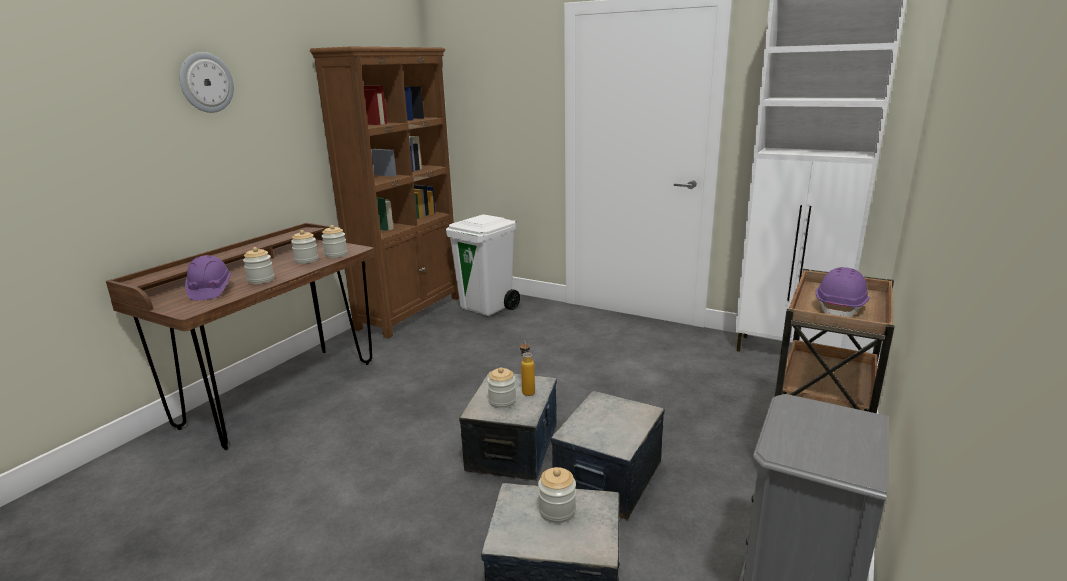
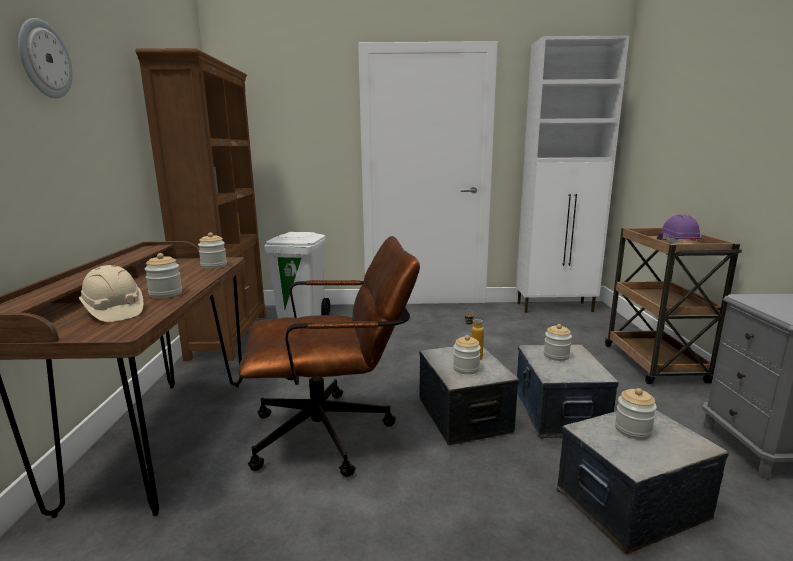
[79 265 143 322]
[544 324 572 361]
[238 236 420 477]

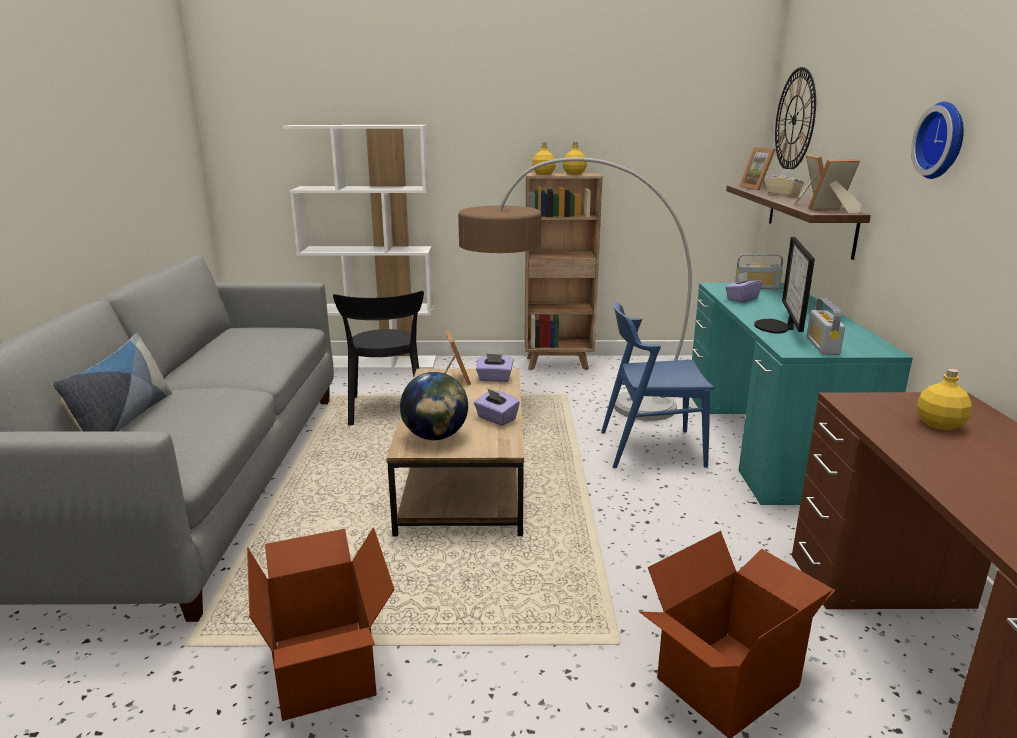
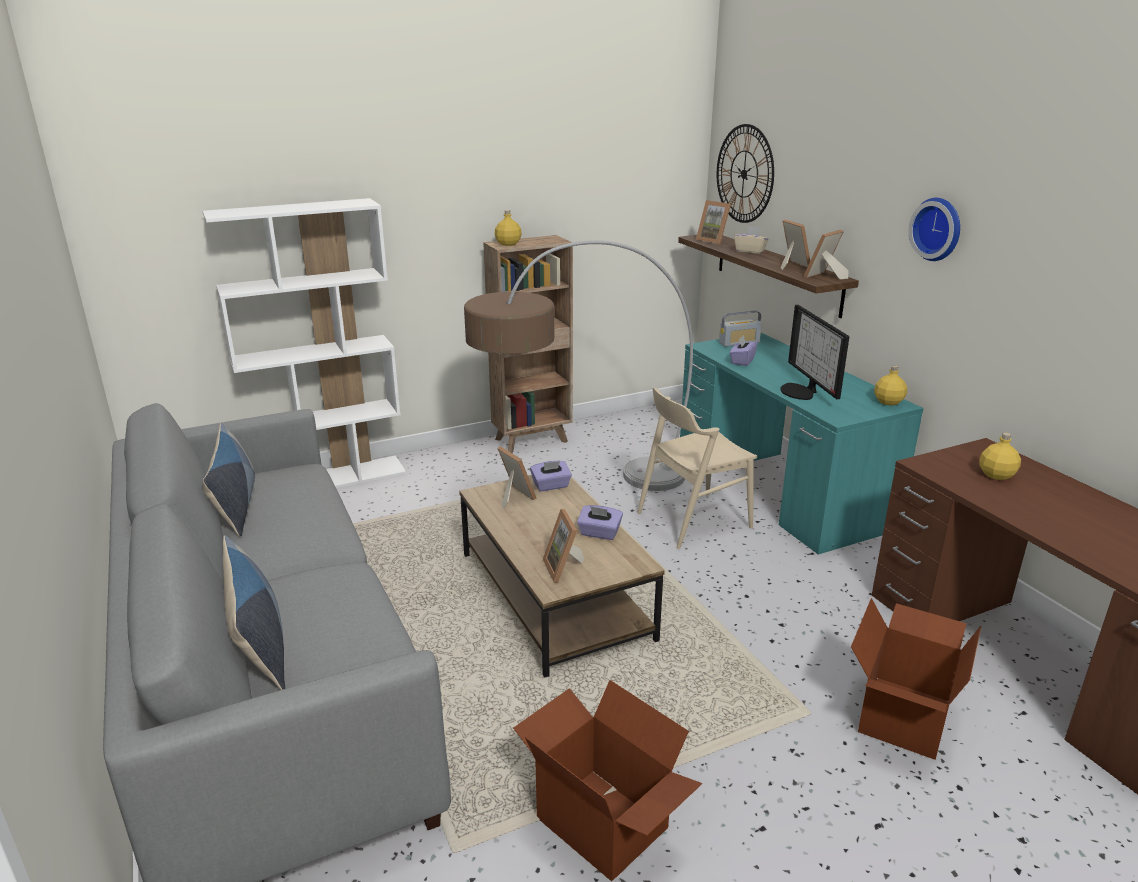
[333 291 424 426] (first image)
[543 509 584 583]
[874 365 907 406]
[637 388 757 549]
[806 298 845 355] (first image)
[203 423 255 537]

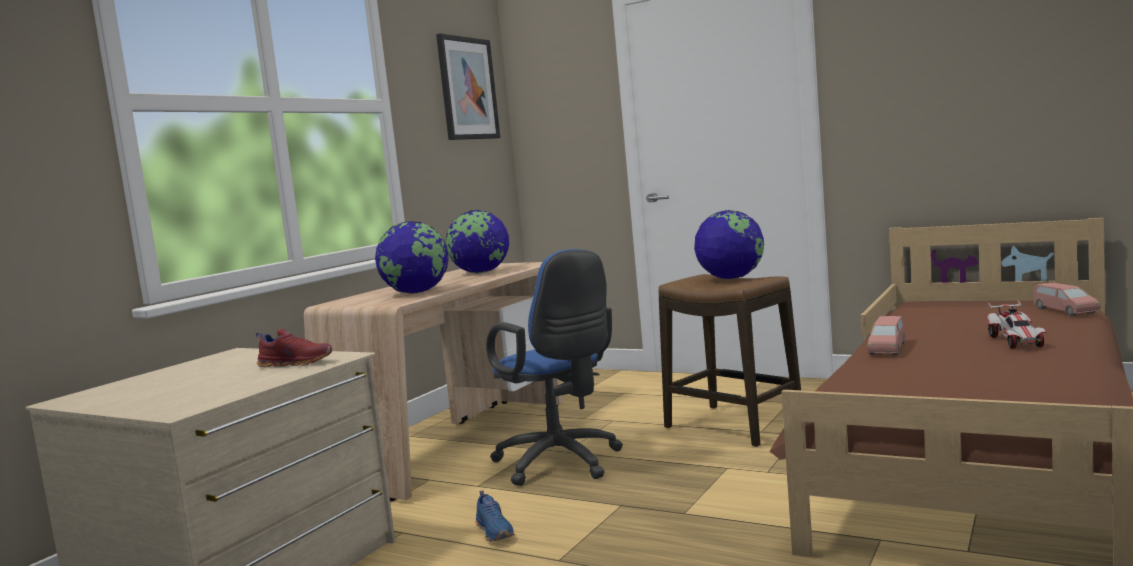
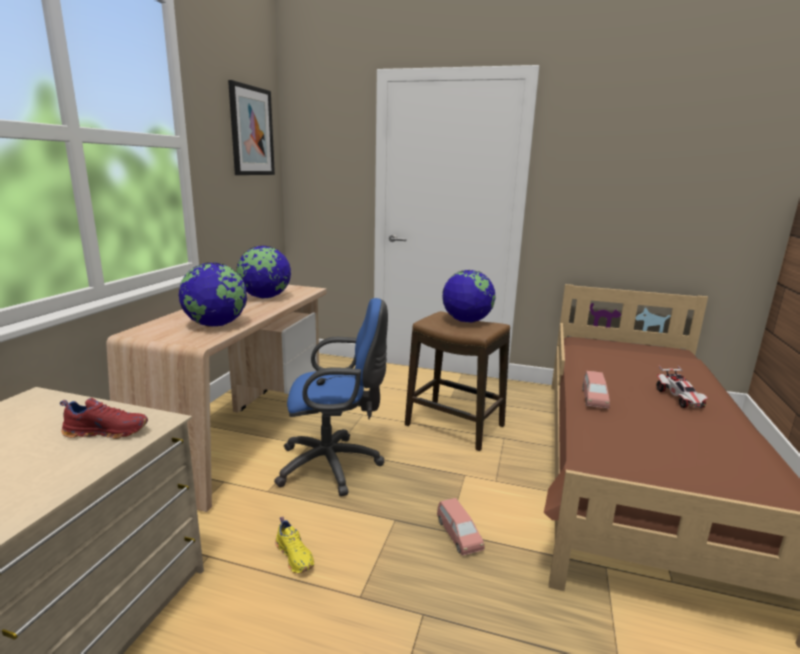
[275 517 314 574]
[274 298 388 496]
[437 498 485 556]

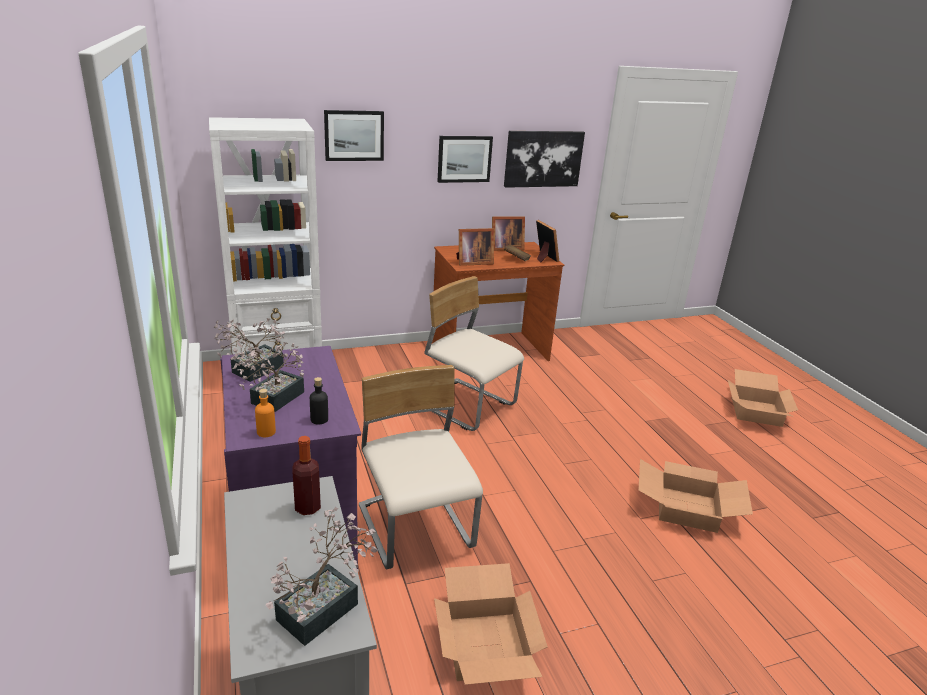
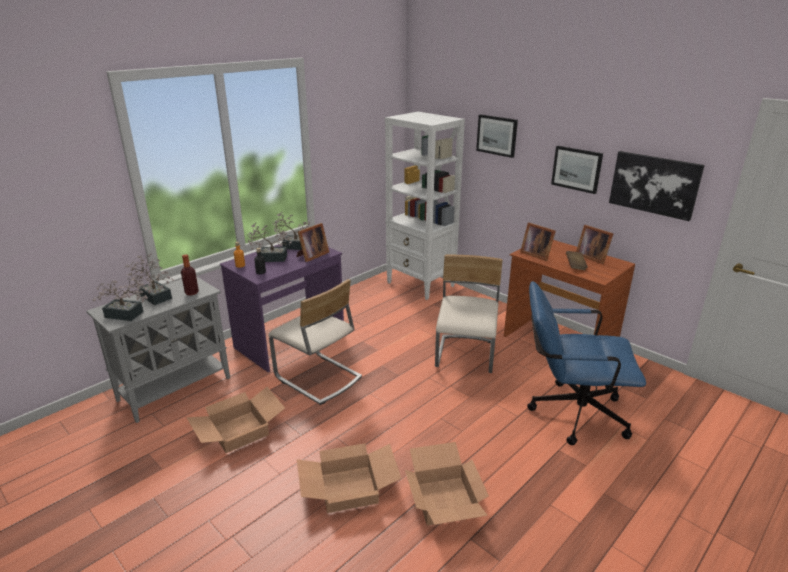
[268 279 362 405]
[297 223 329 262]
[297 443 402 513]
[124 253 174 305]
[527 281 646 445]

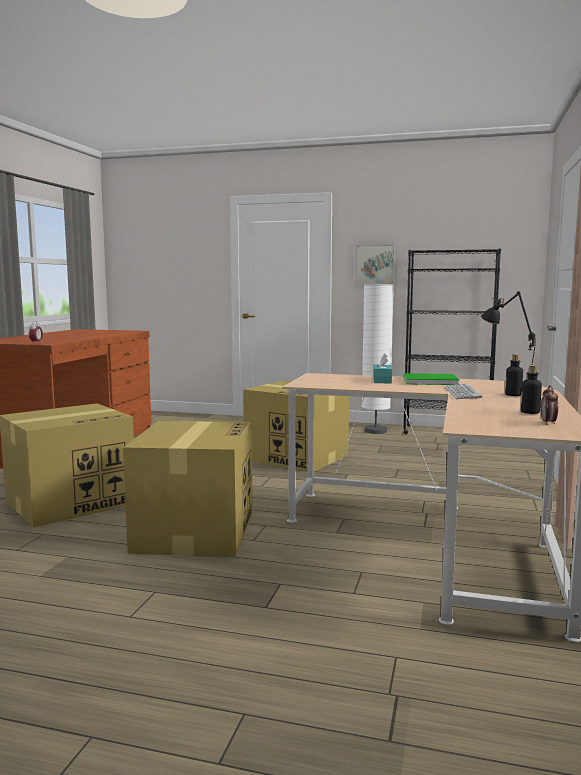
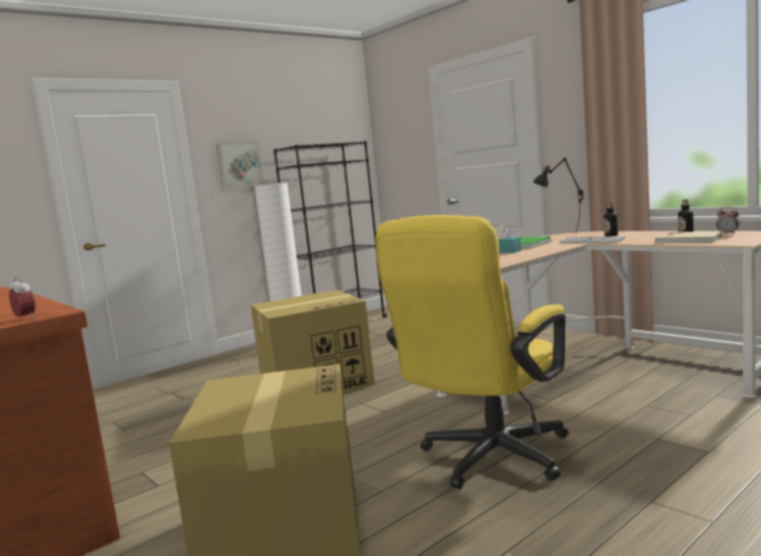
[375 215 569 489]
[655 231 723 243]

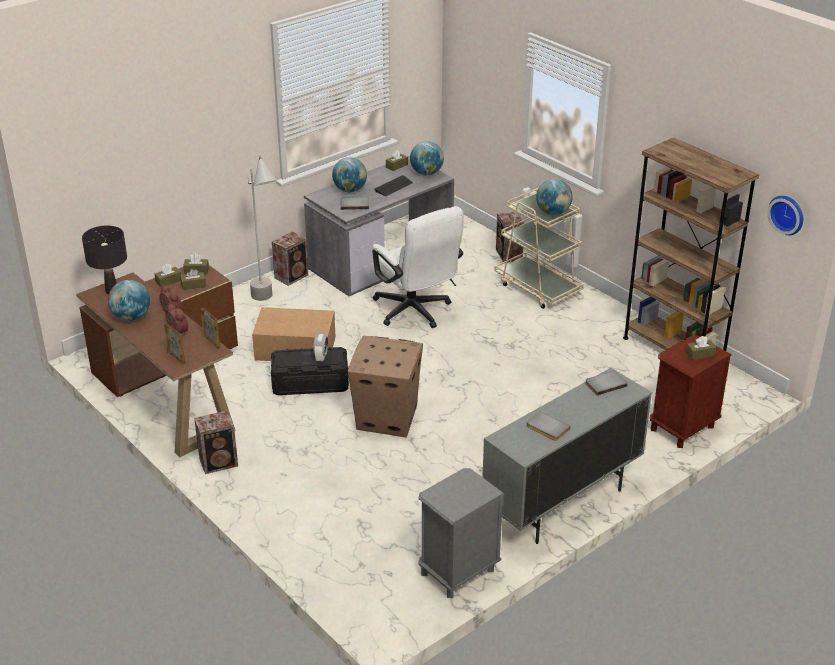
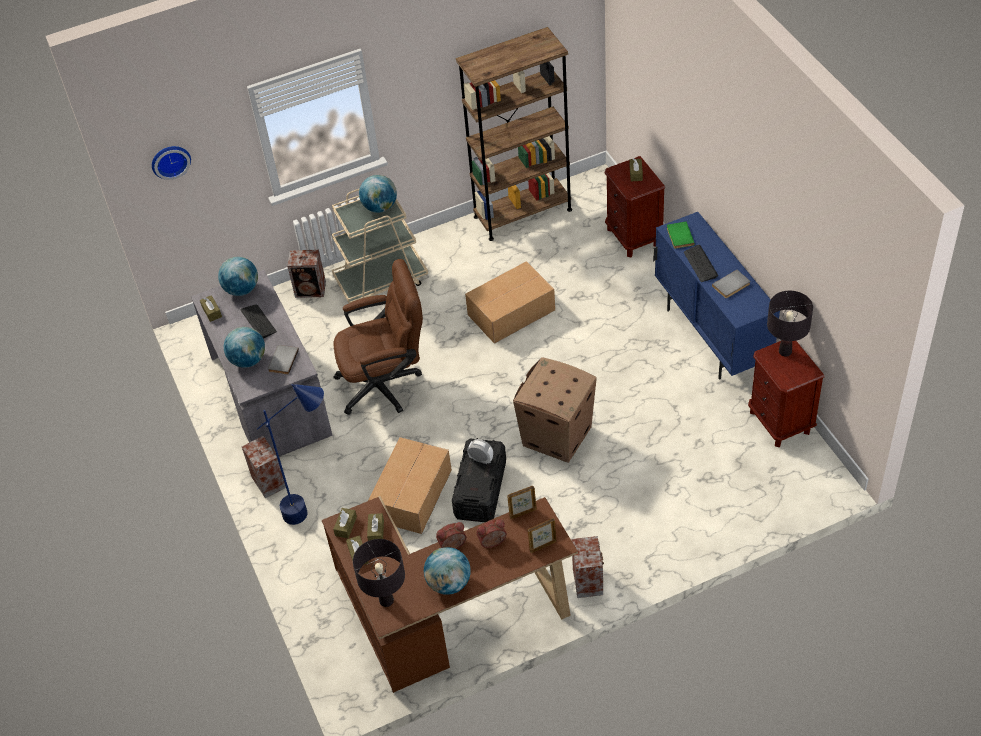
[257 384 324 525]
[333 259 423 415]
[748 341 825 447]
[653 212 780 379]
[667 221 695 249]
[152 146 191 180]
[465 261 555 344]
[684 245 718 282]
[767 291 813 357]

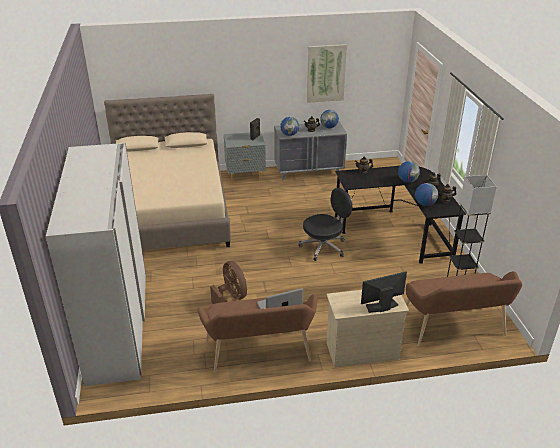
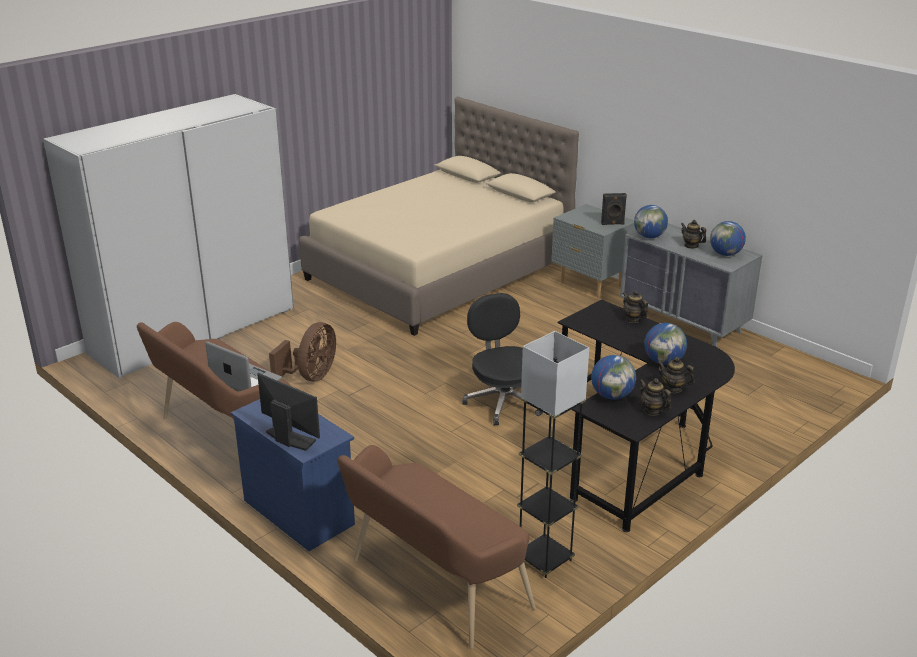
[462 293 543 425]
[307 44 347 103] (first image)
[231 399 355 551]

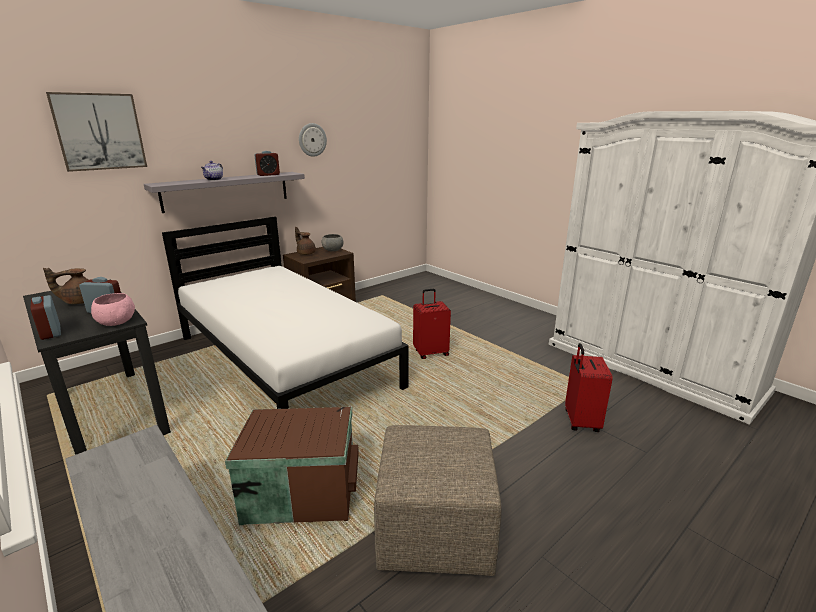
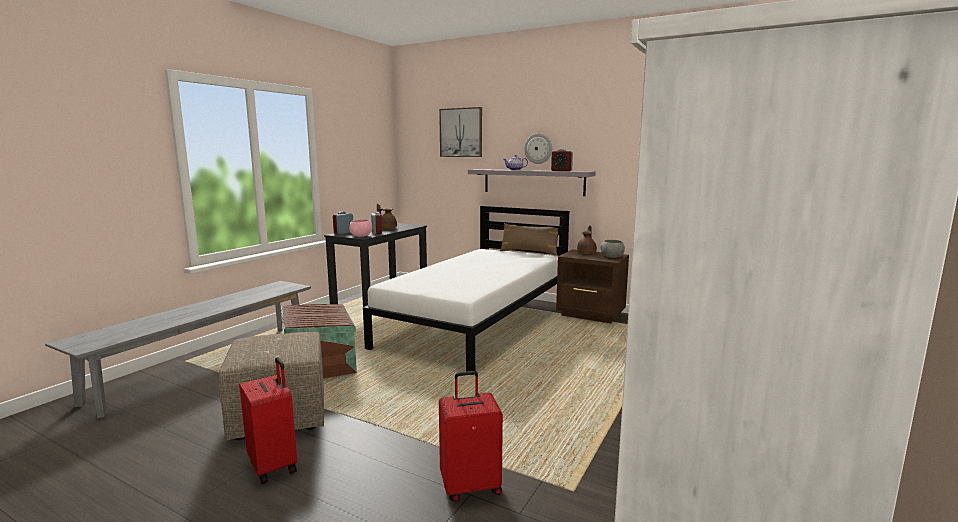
[524 133 552 164]
[239 357 297 484]
[500 223 559 256]

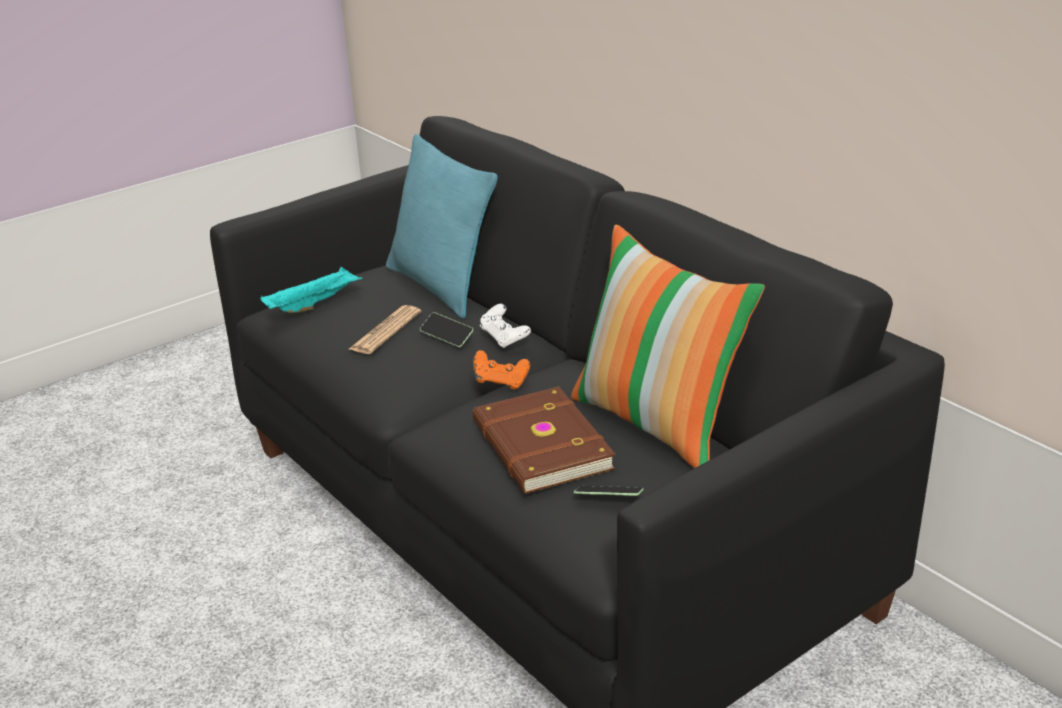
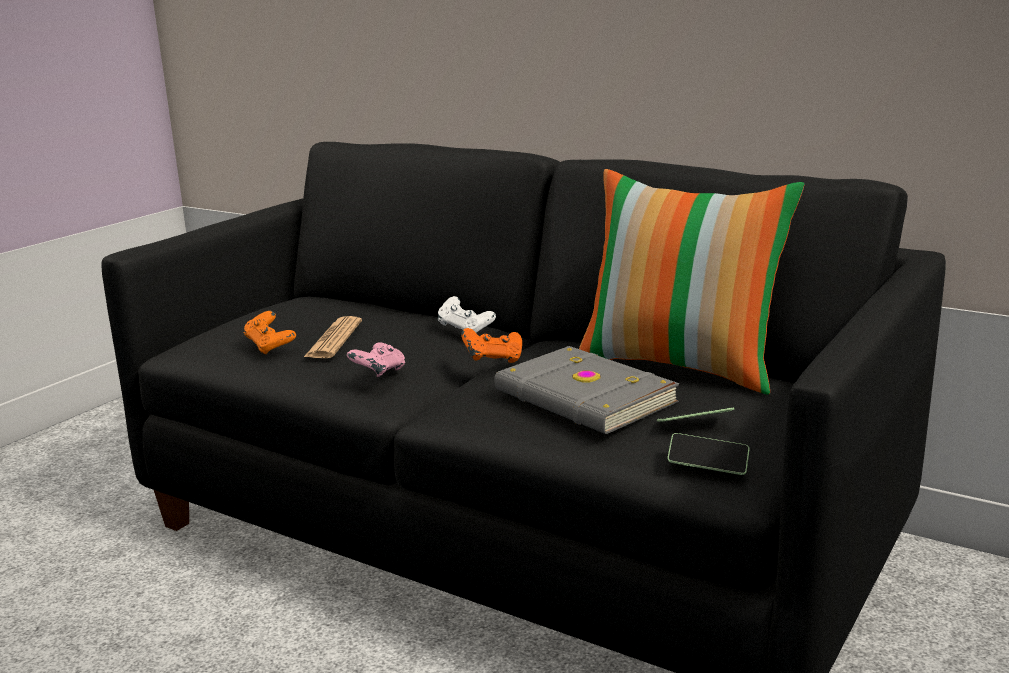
[260 267 362 313] (first image)
[386 134 498 319] (first image)
[667 433 750 475]
[494 346 679 434]
[243 311 296 354]
[347 342 405 377]

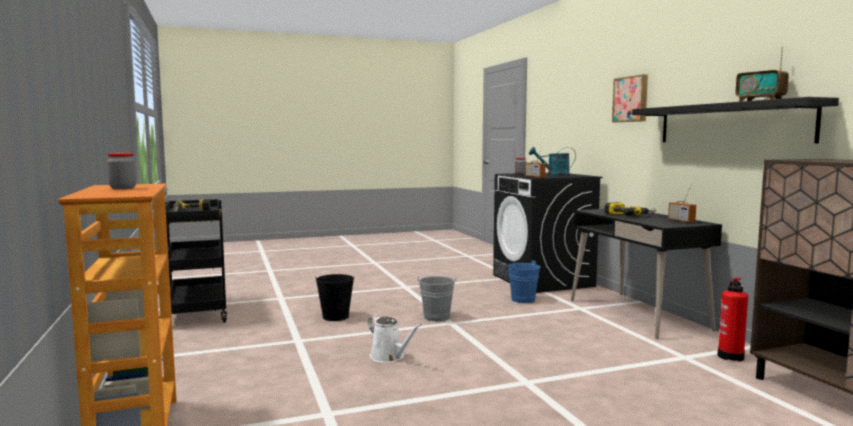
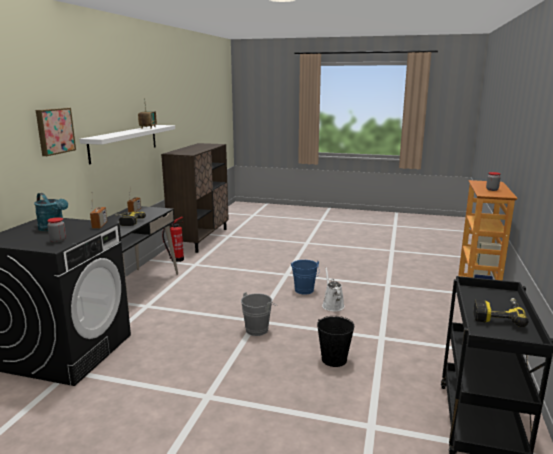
[291 260 319 294]
[80 125 175 165]

